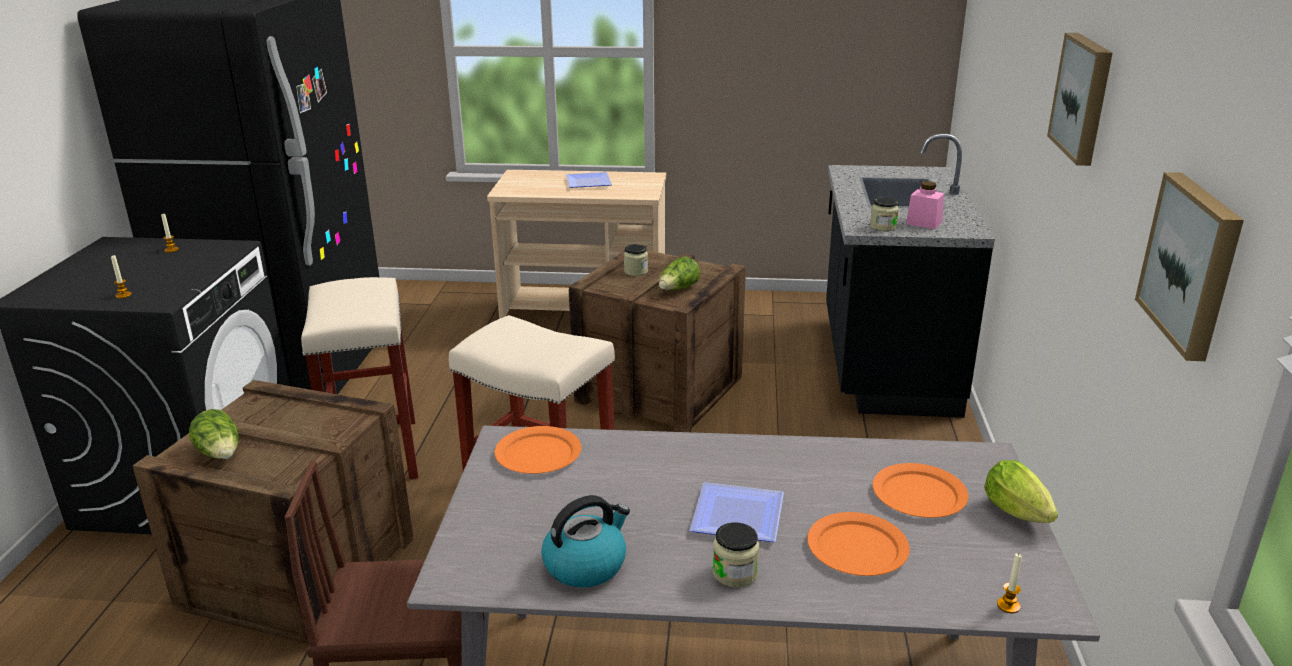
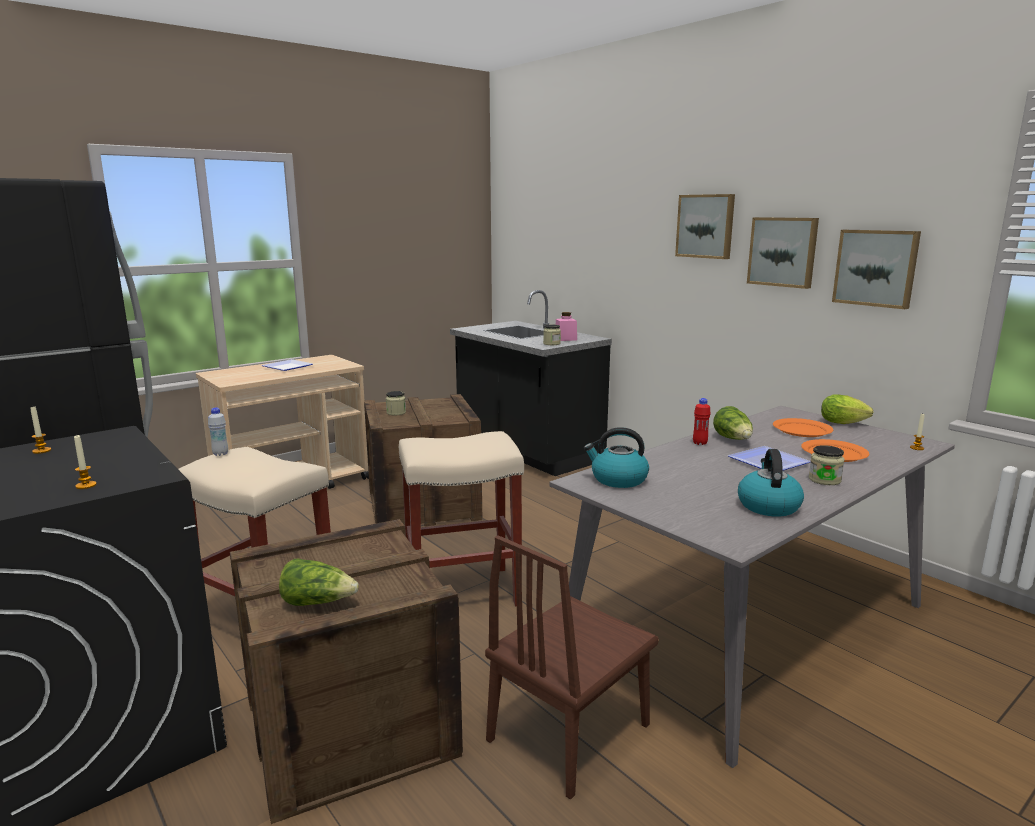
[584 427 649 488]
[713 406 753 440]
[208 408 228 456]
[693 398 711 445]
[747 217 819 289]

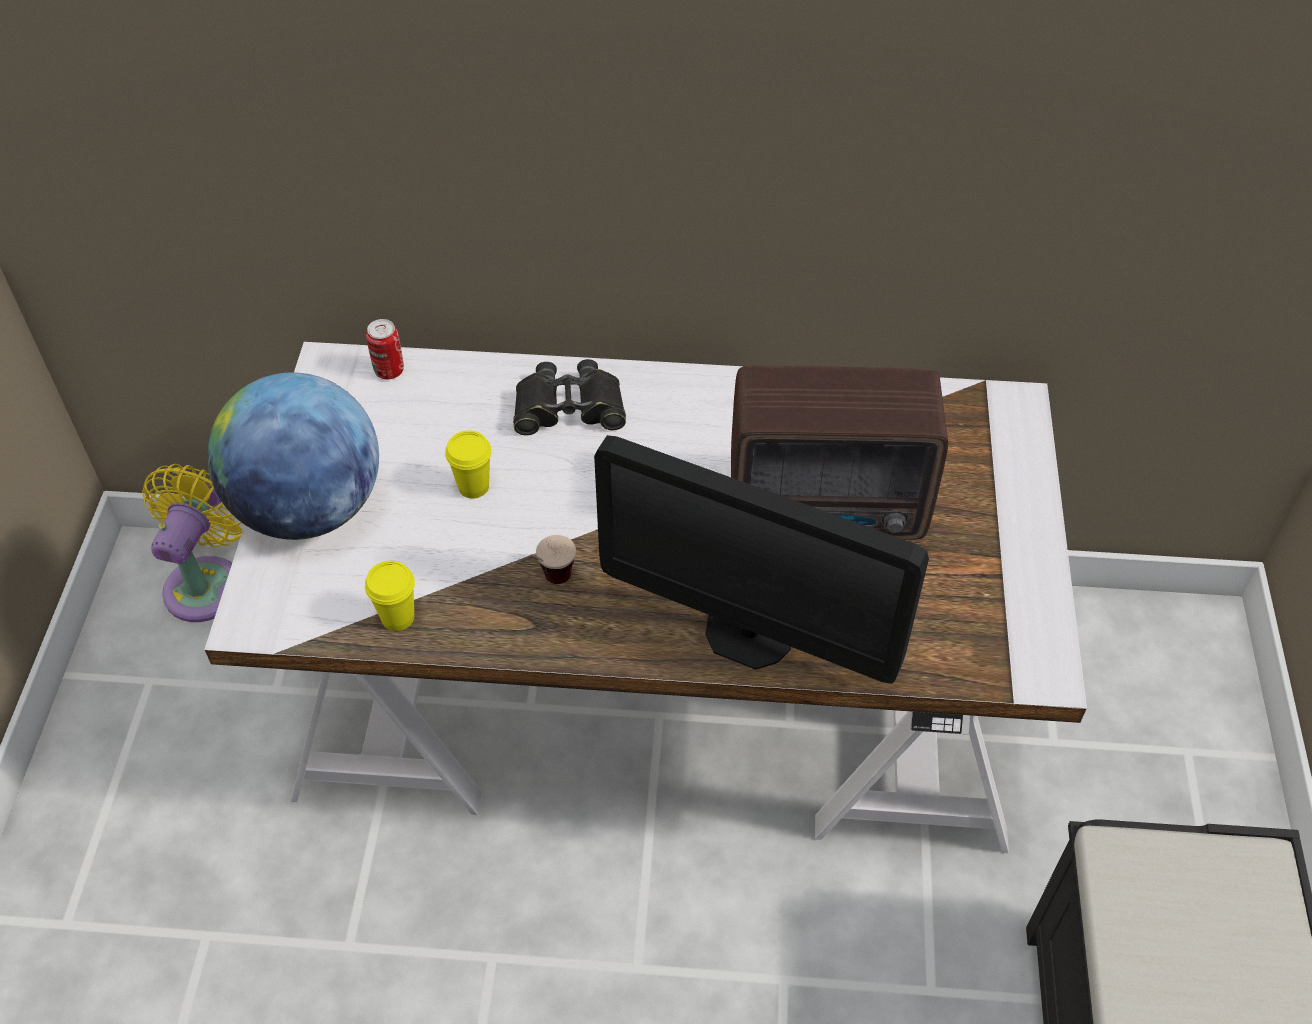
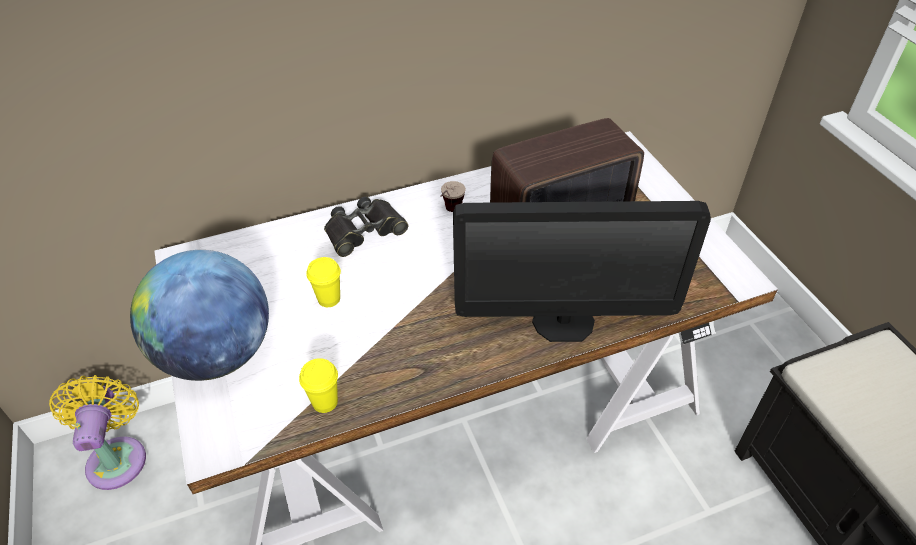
[366 319 404 379] (first image)
[440 181 466 212]

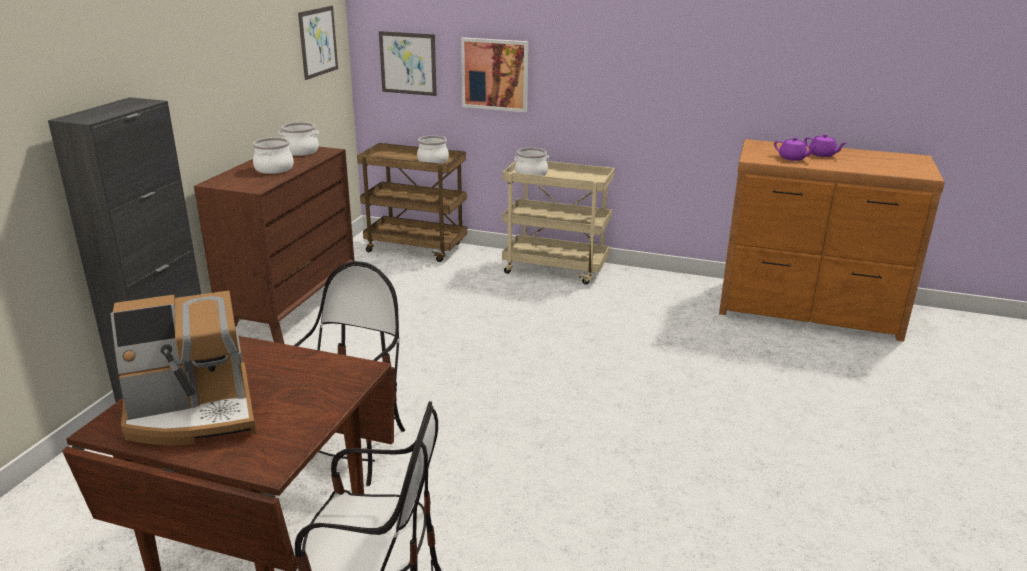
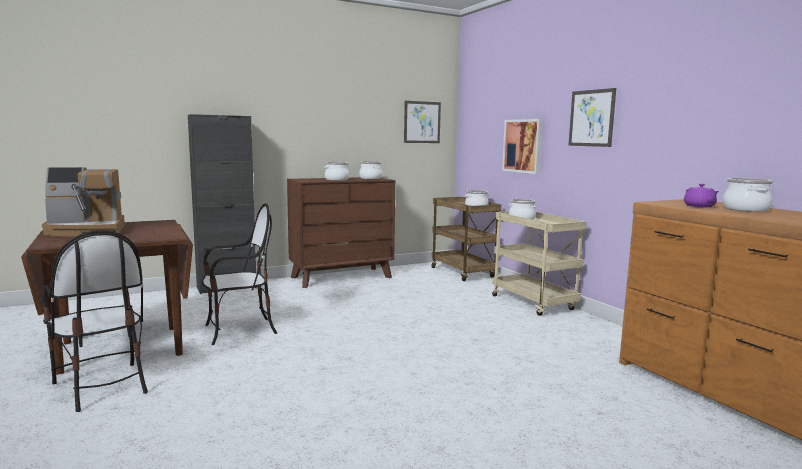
[42 167 125 236]
[569 88 616 147]
[722 178 773 212]

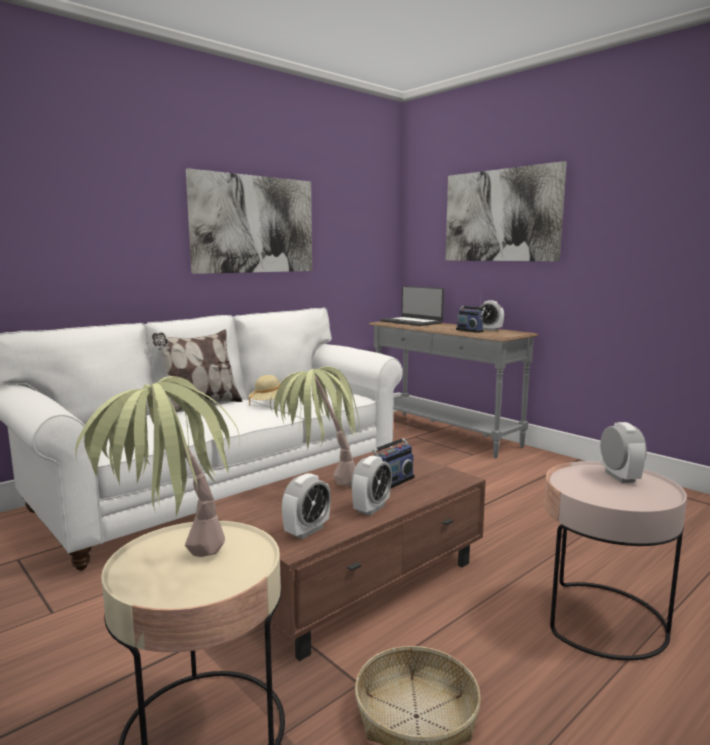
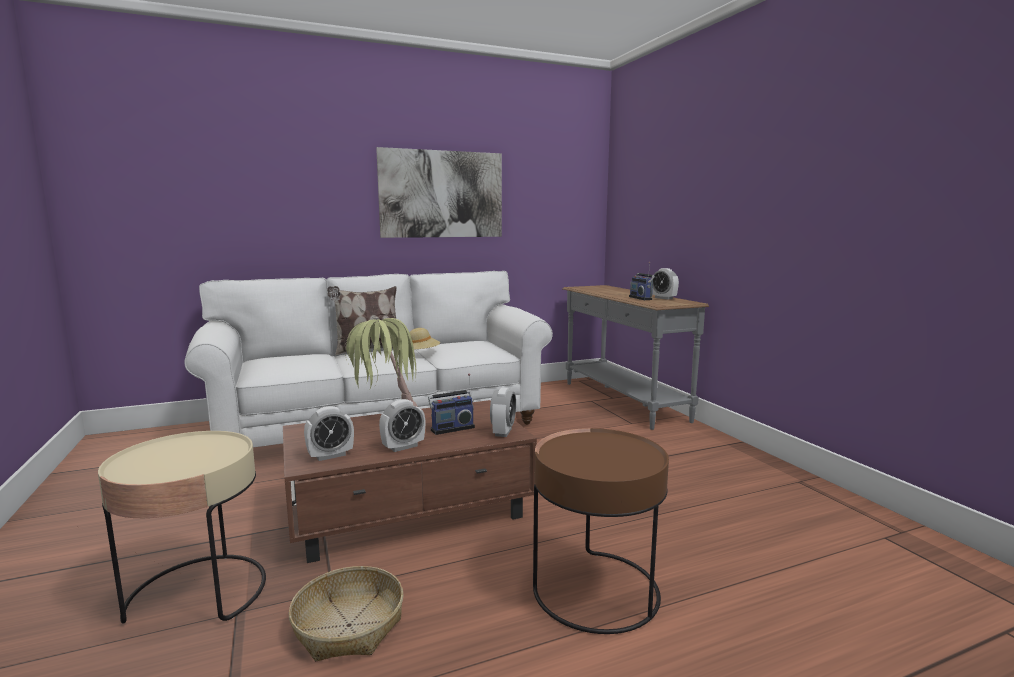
[75 376 240 557] (first image)
[380 286 444 326] (first image)
[446 161 567 261] (first image)
[533 428 669 634]
[490 387 516 437]

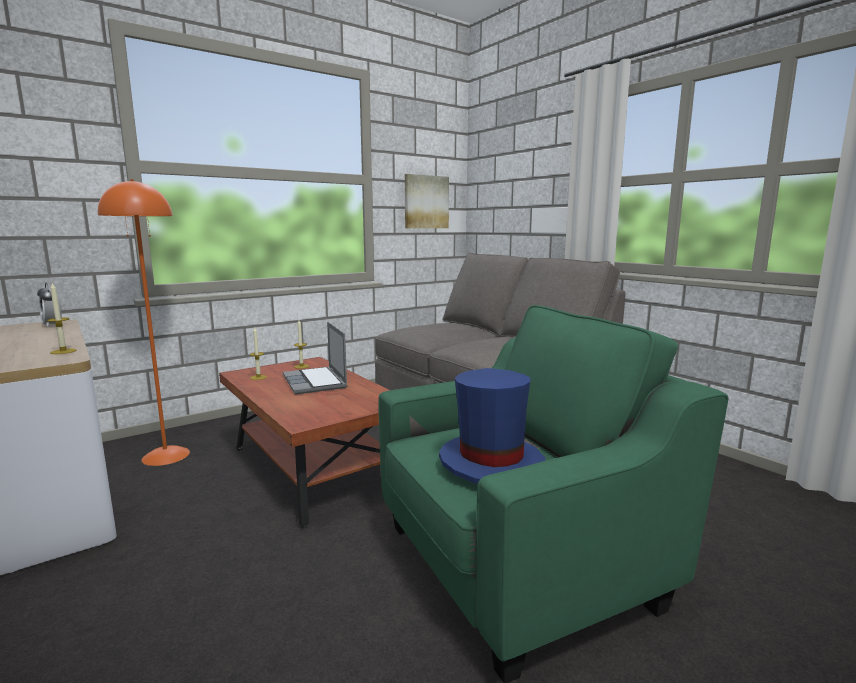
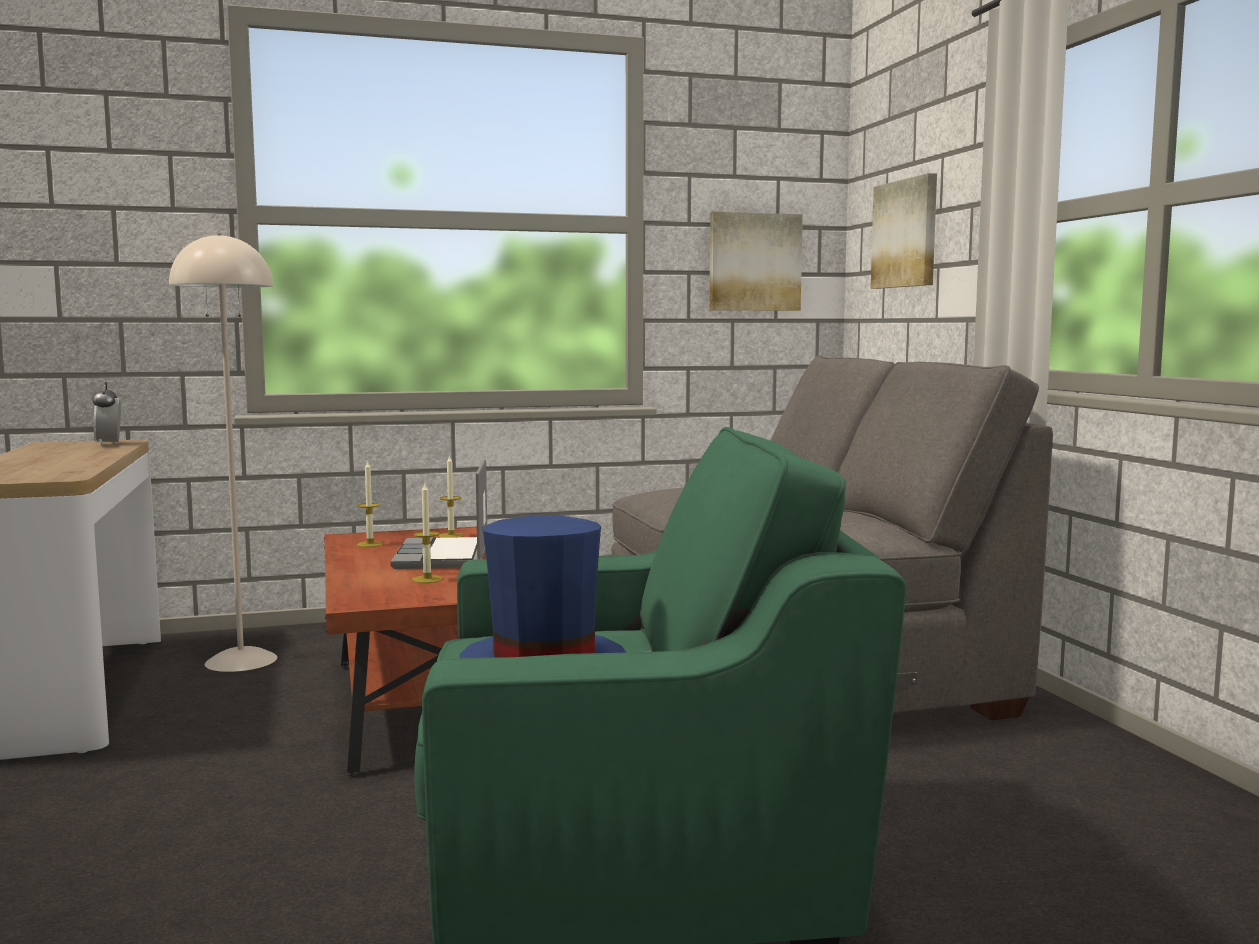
[412 483 443 583]
[169 233 277 672]
[871 173 937 289]

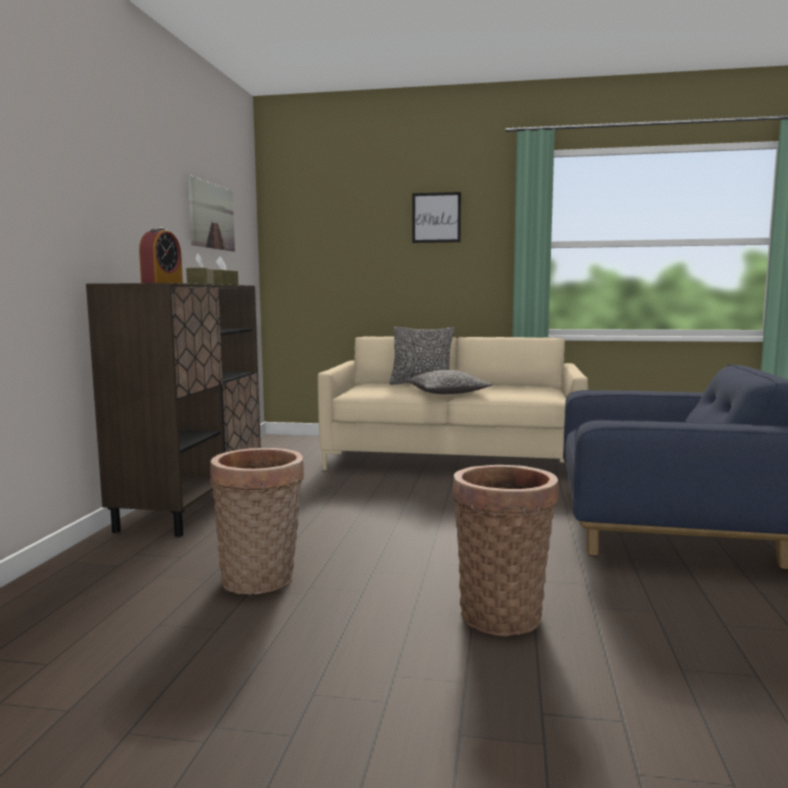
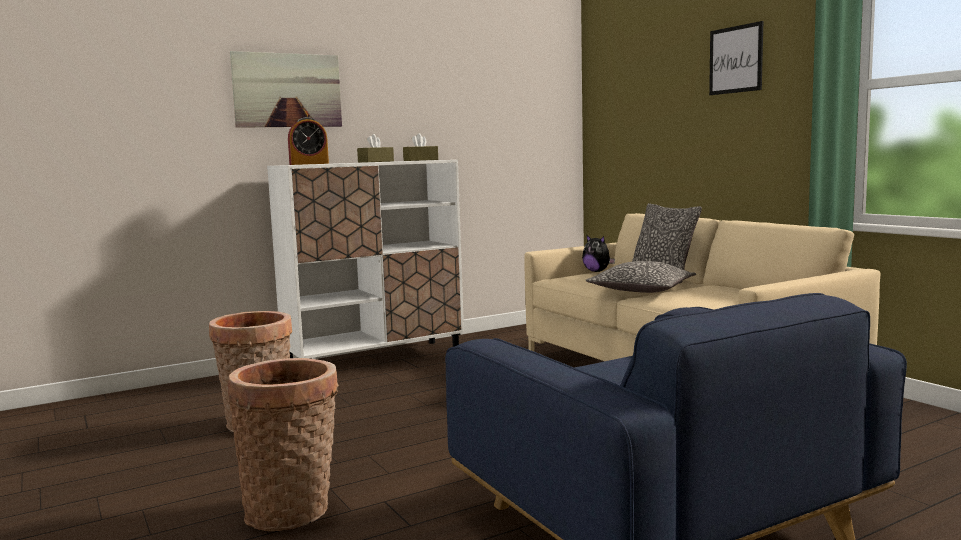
[267 160 464 359]
[230 51 342 128]
[582 235 615 272]

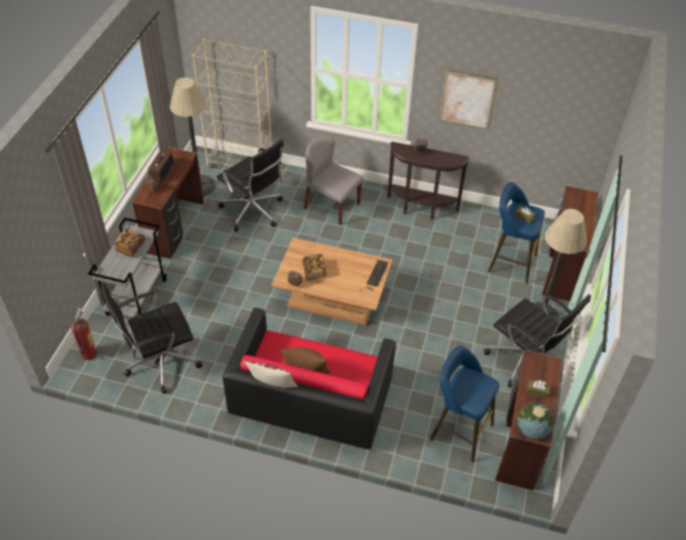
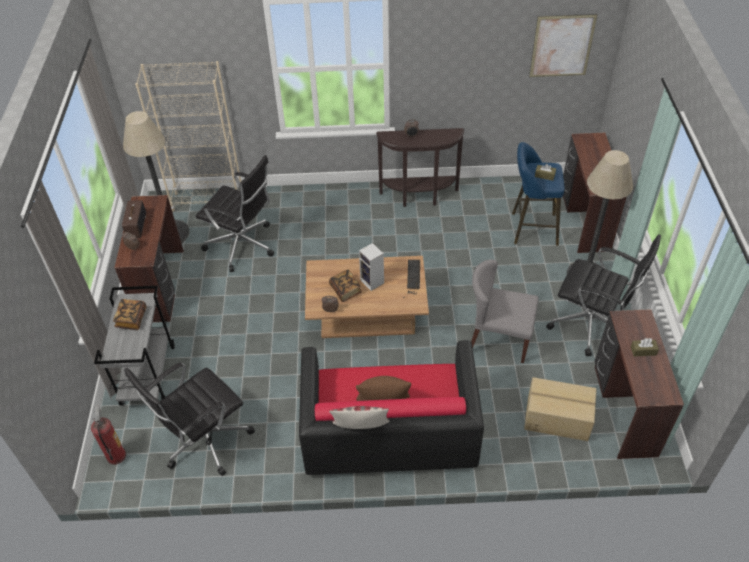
[471 259 539 363]
[524 377 597 441]
[529 14 598 77]
[517 403 554 440] (first image)
[359 243 384 291]

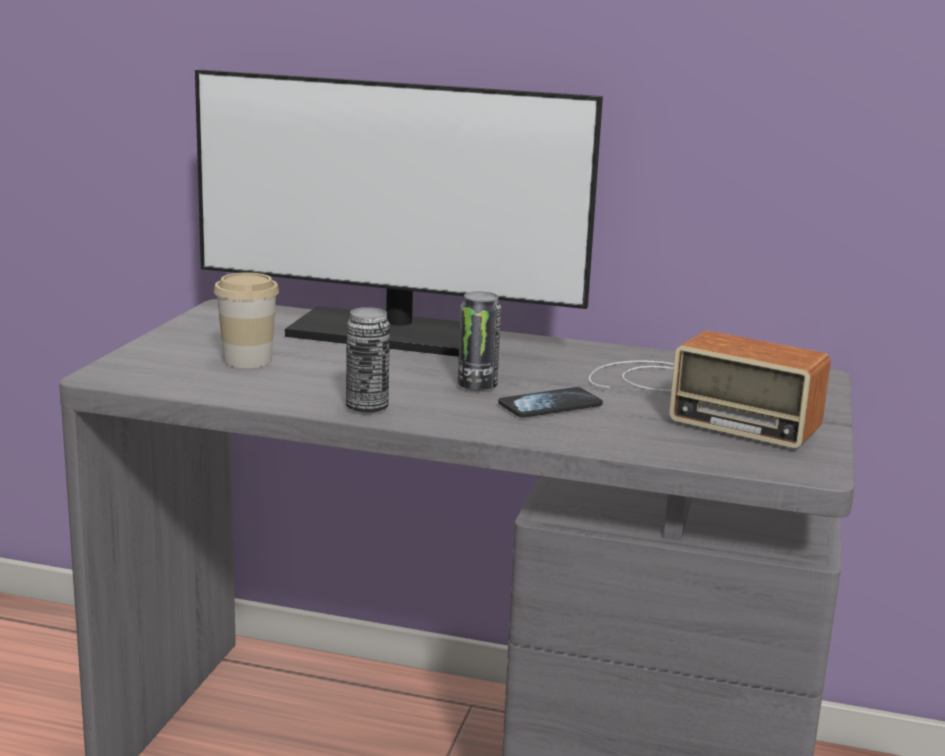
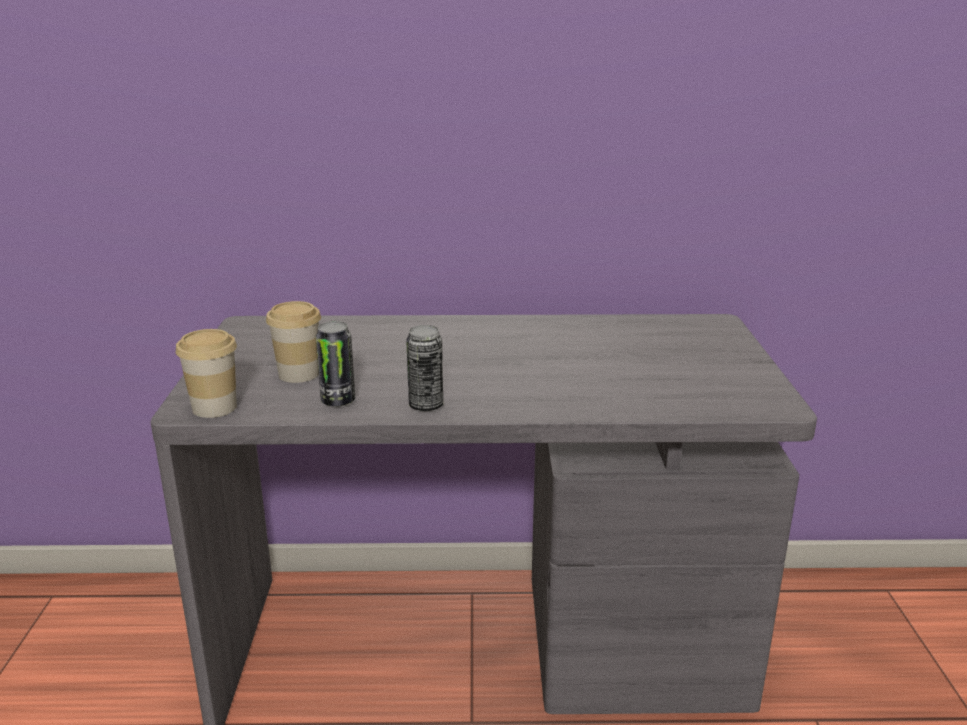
[195 69 603 357] (first image)
[316 321 355 407]
[498 387 603 418] (first image)
[589 331 831 448] (first image)
[176 329 237 418]

